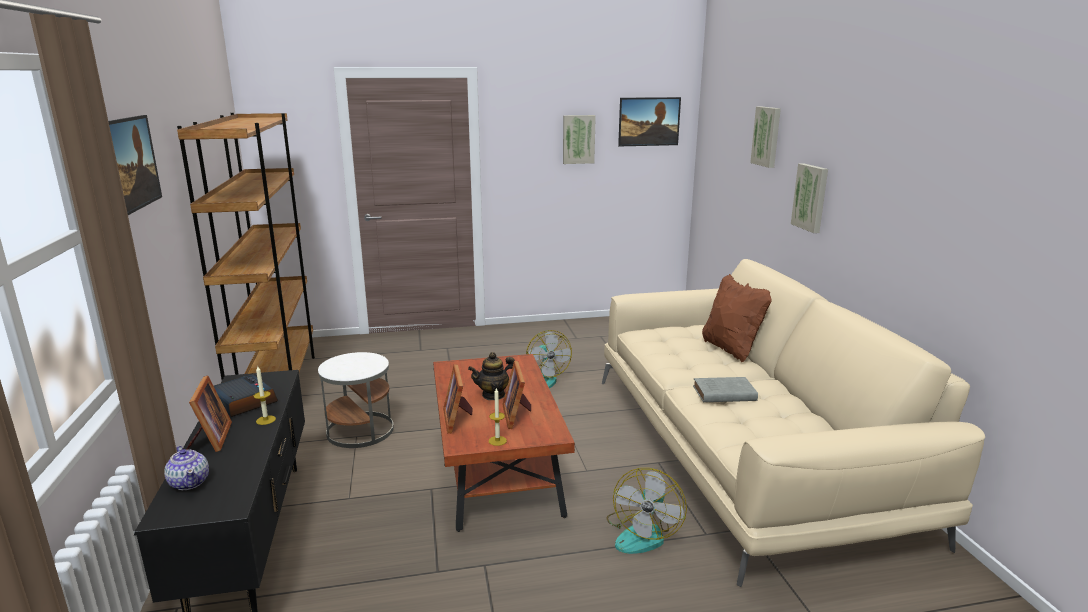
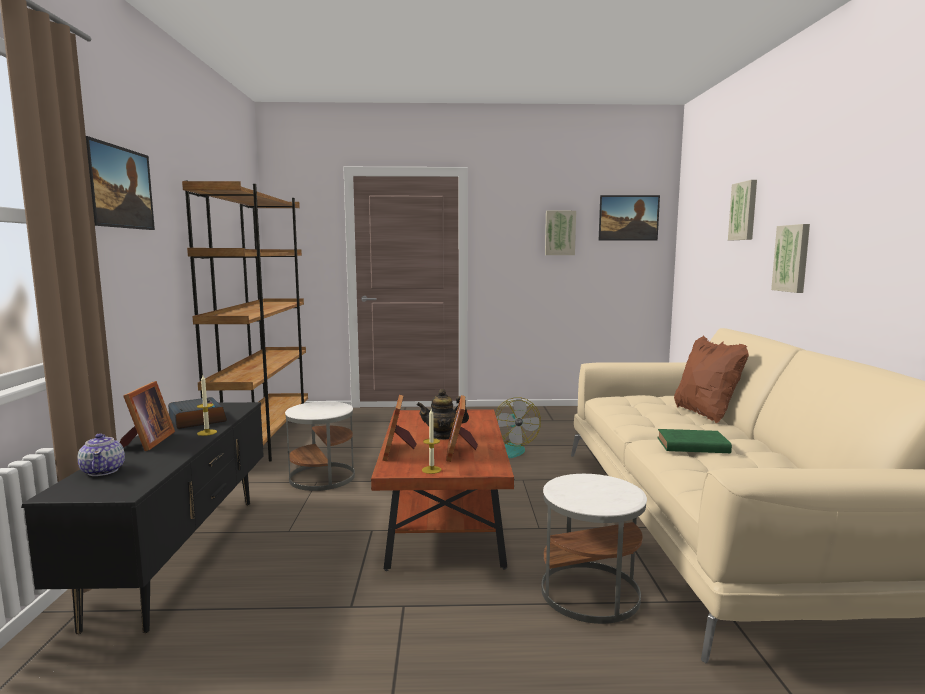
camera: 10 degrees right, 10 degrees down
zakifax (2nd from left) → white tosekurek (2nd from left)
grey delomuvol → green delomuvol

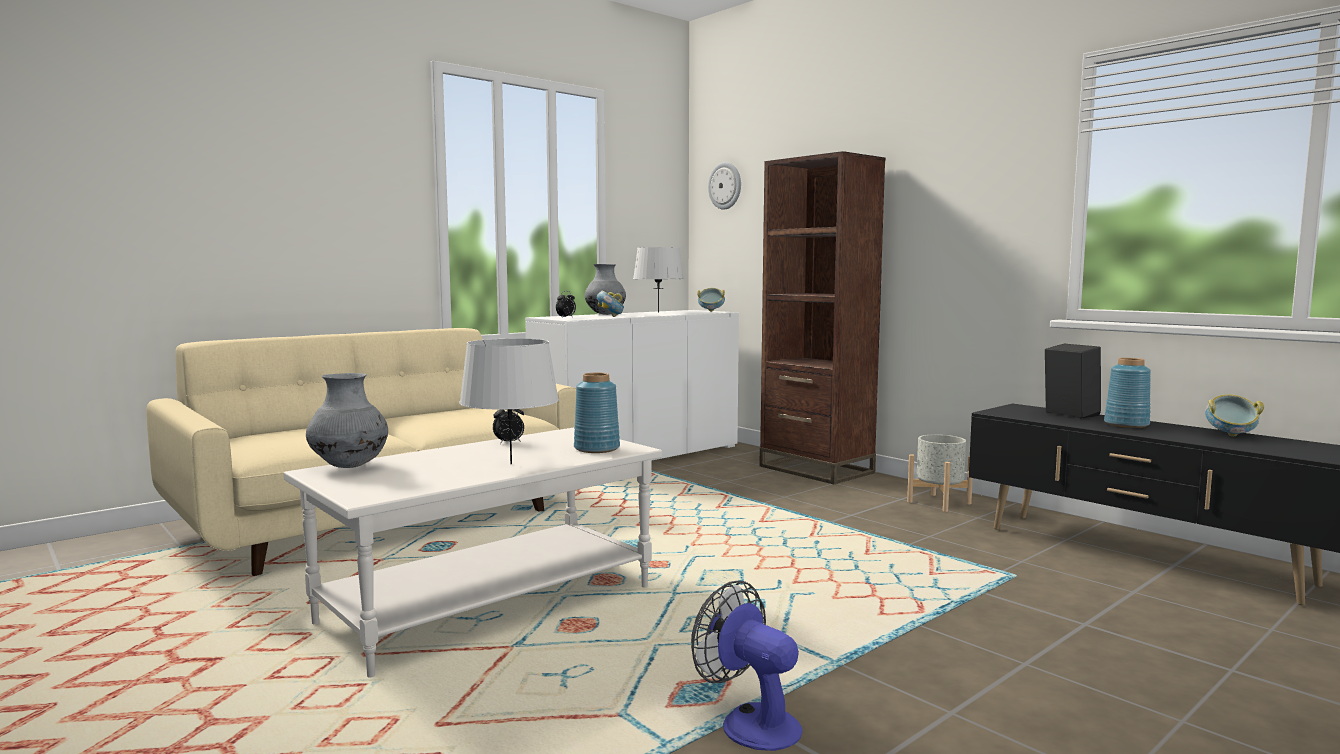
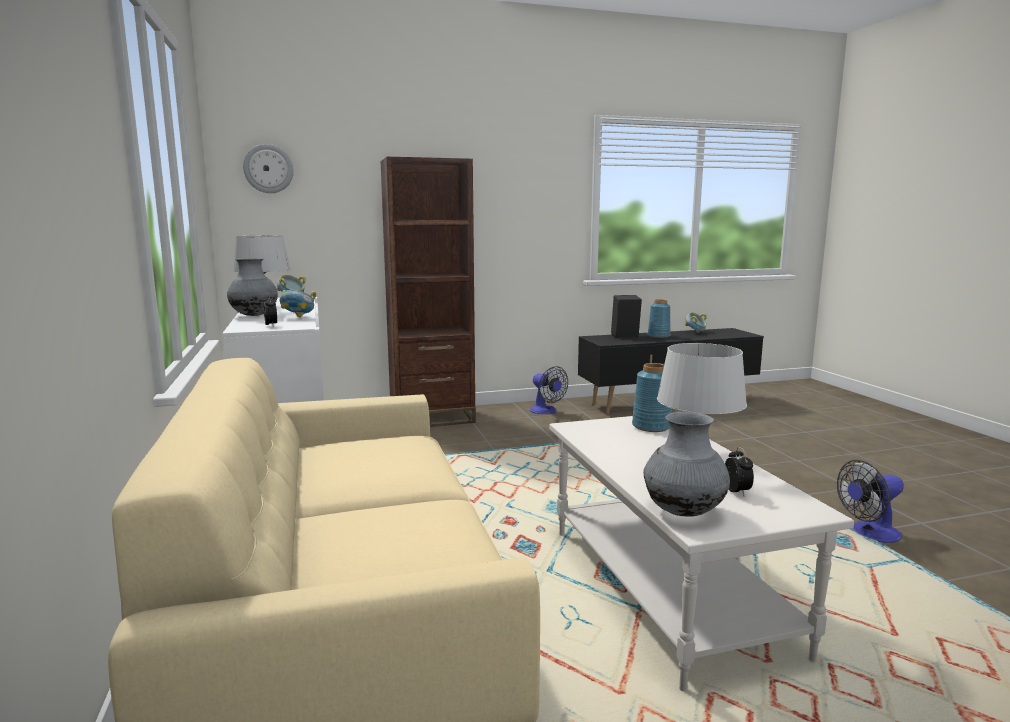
camera: 65 degrees left, 5 degrees up
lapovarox (1st from left in the first image) → lapovarox (2nd from left), move
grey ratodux → zakifax (1st from left)

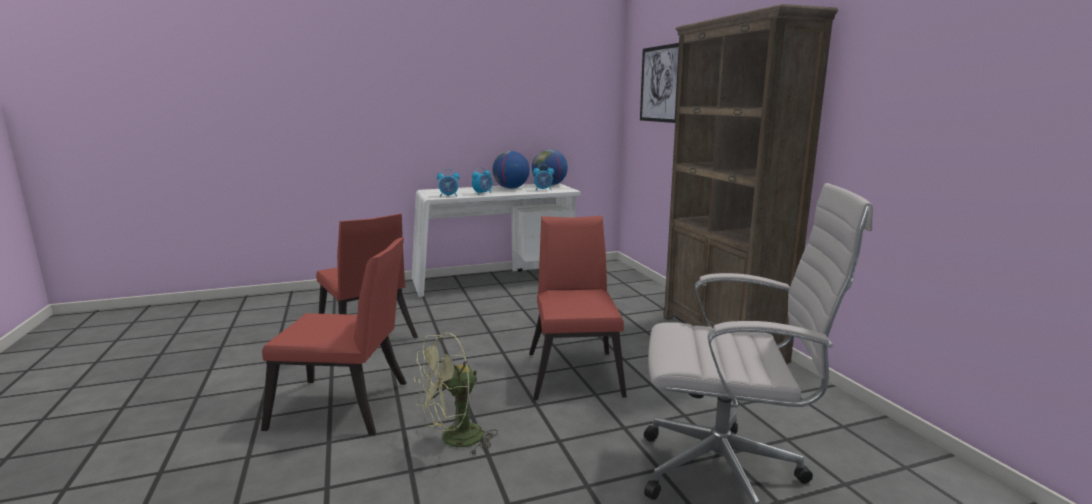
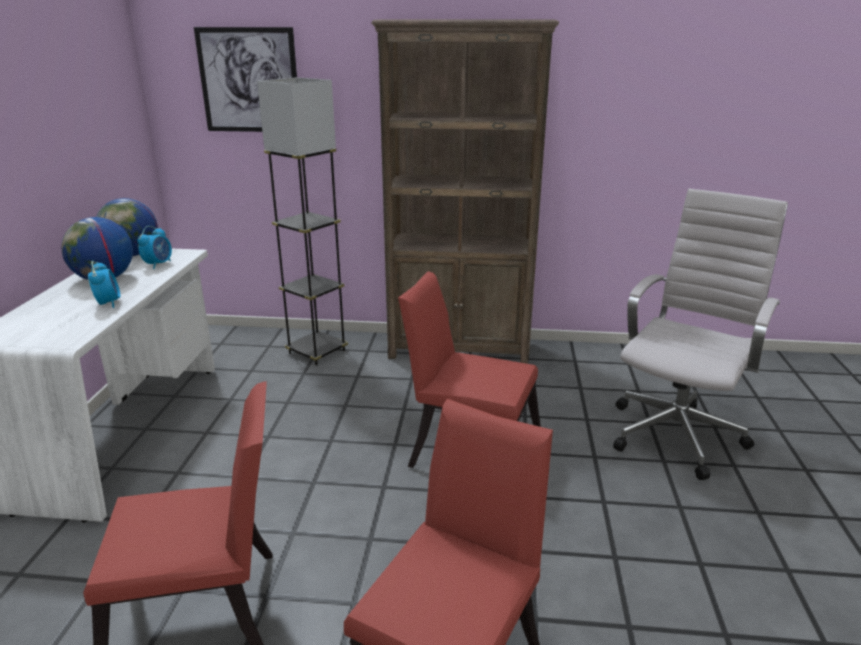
camera: 65 degrees left, 10 degrees up
green zakifax → -
lapovarox (1st from left) → -
- → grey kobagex

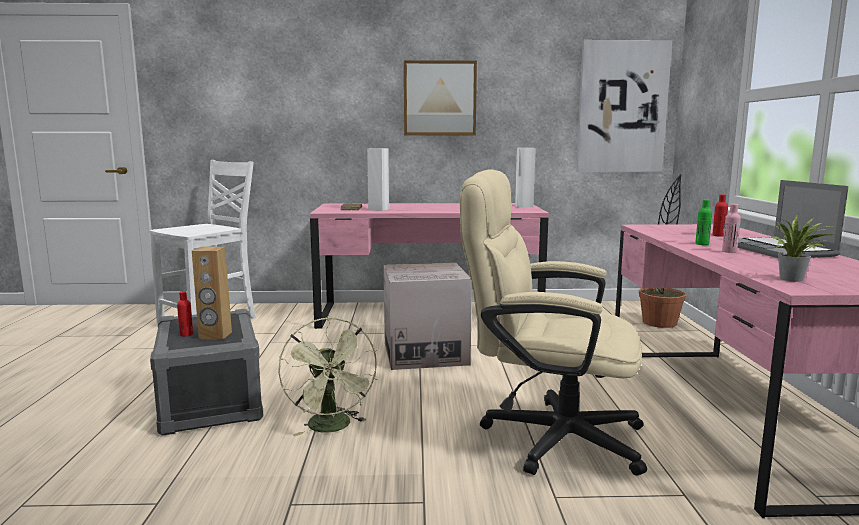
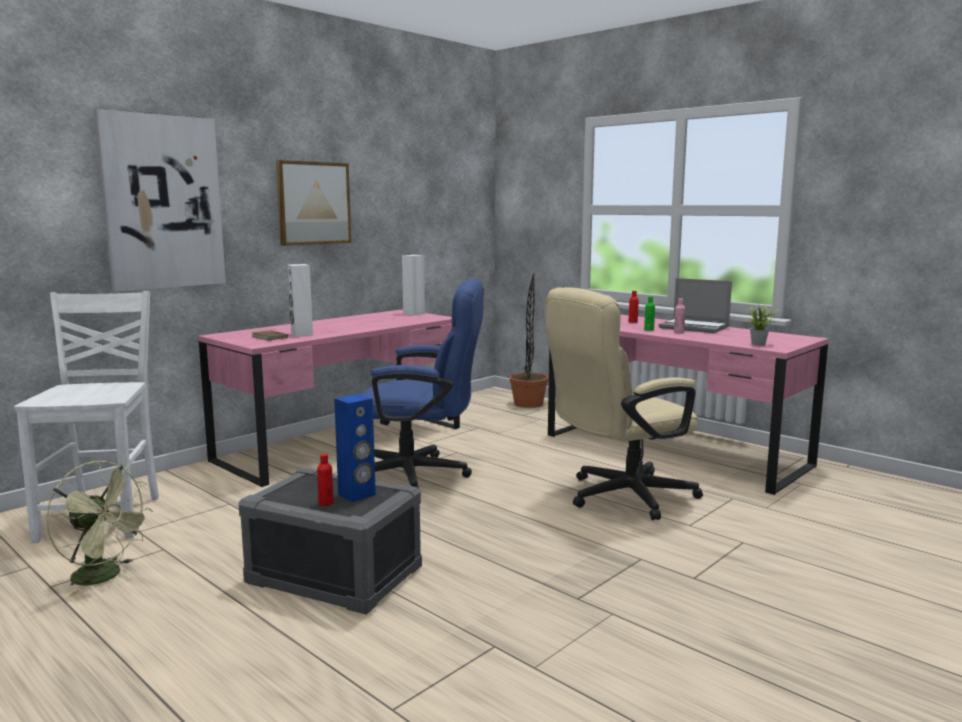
camera: 45 degrees left, 0 degrees up
green zakifax, move
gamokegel (2nd from left in the first image) → gamokegel (1st from left), move
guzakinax → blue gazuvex
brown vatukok → blue vatukok

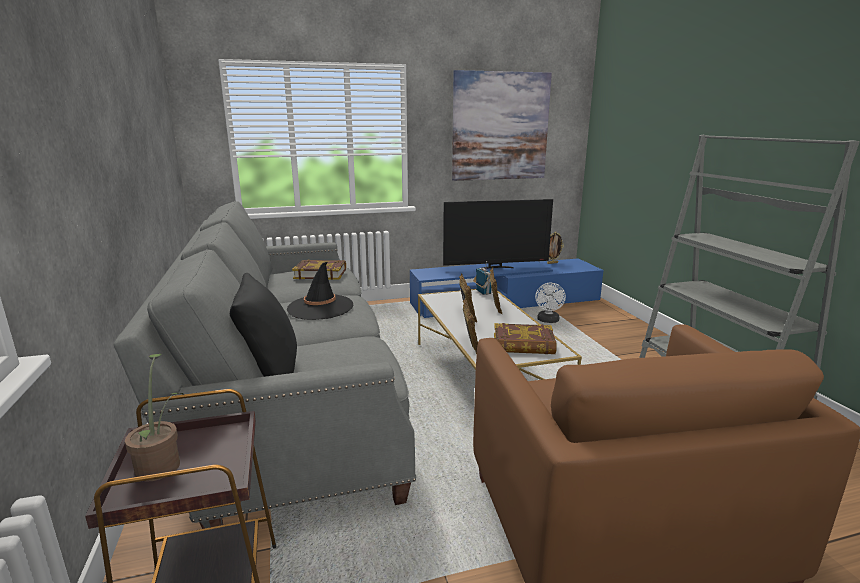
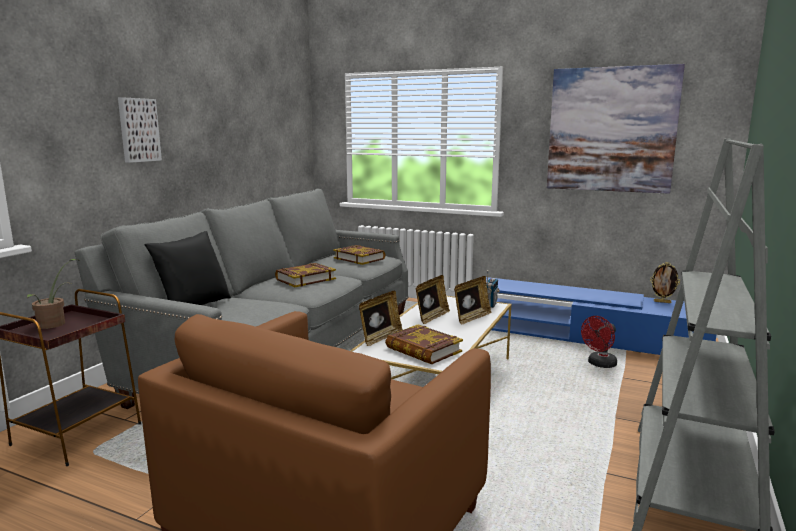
camera: 40 degrees right, 5 degrees down
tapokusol → -
- → gamokegel (1st from left)
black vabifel → delomuvol (1st from left)
white zakifax → red zakifax

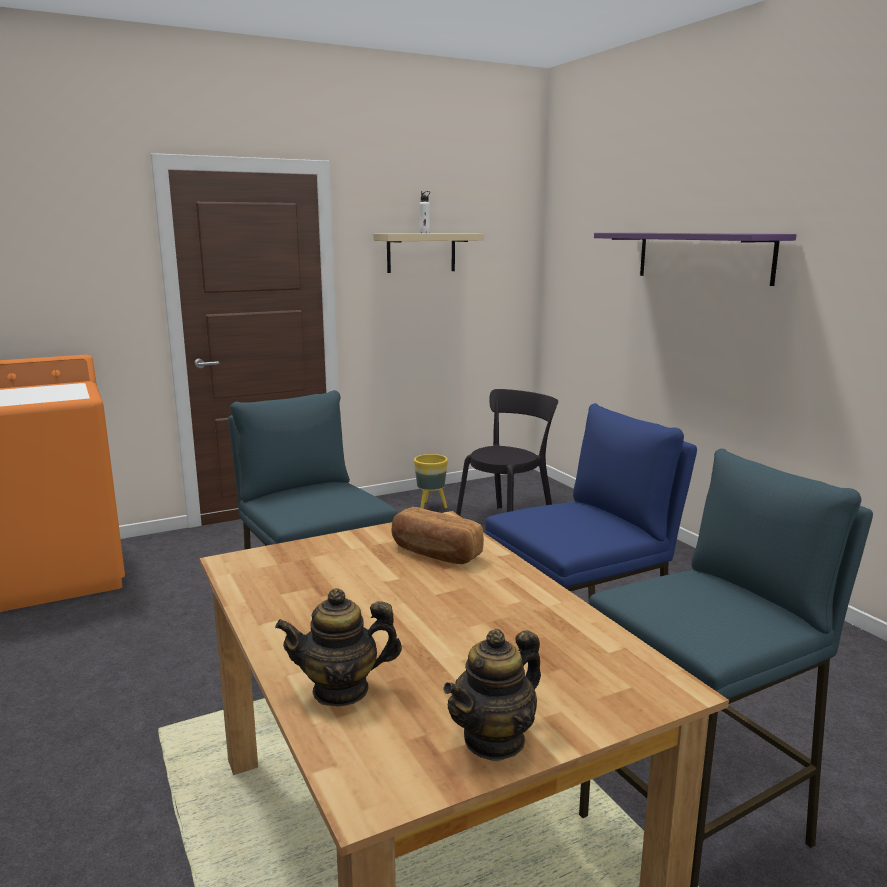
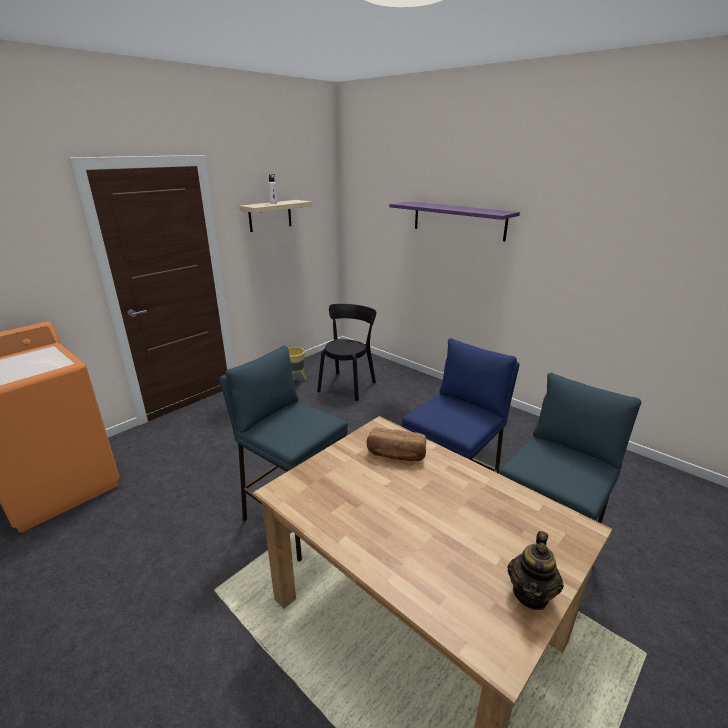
camera: 20 degrees left, 10 degrees up
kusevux (1st from left) → -

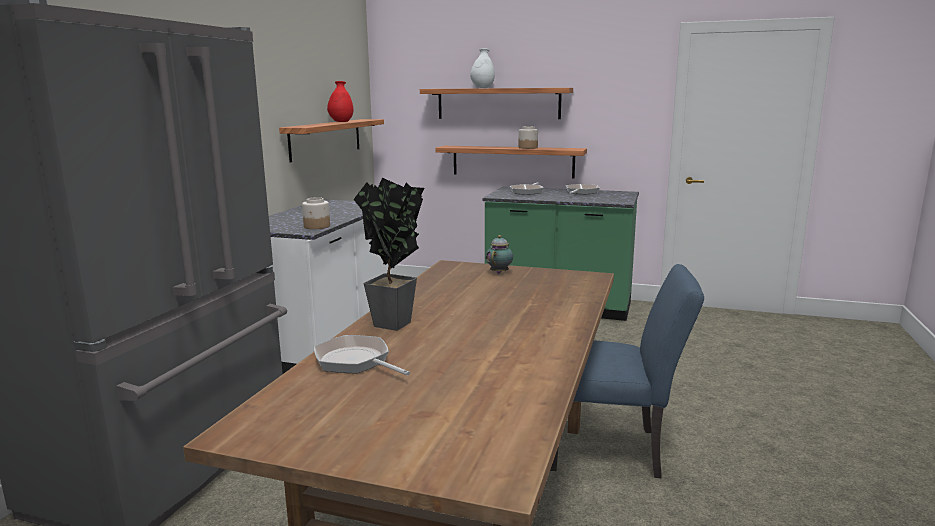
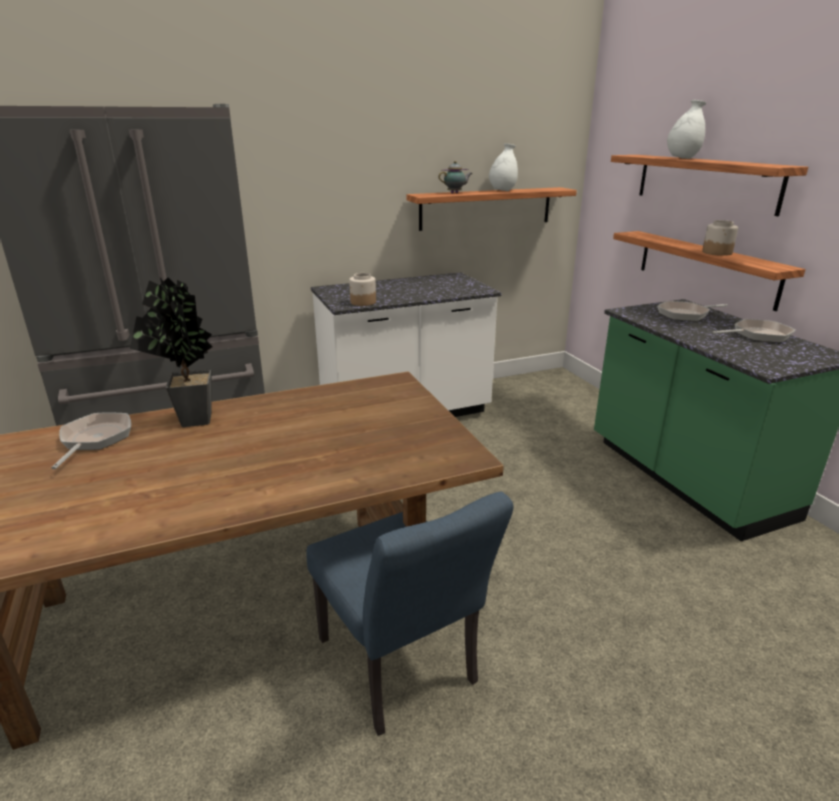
camera: 50 degrees right, 10 degrees up
kusevux, move
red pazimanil → white pazimanil (1st from left)

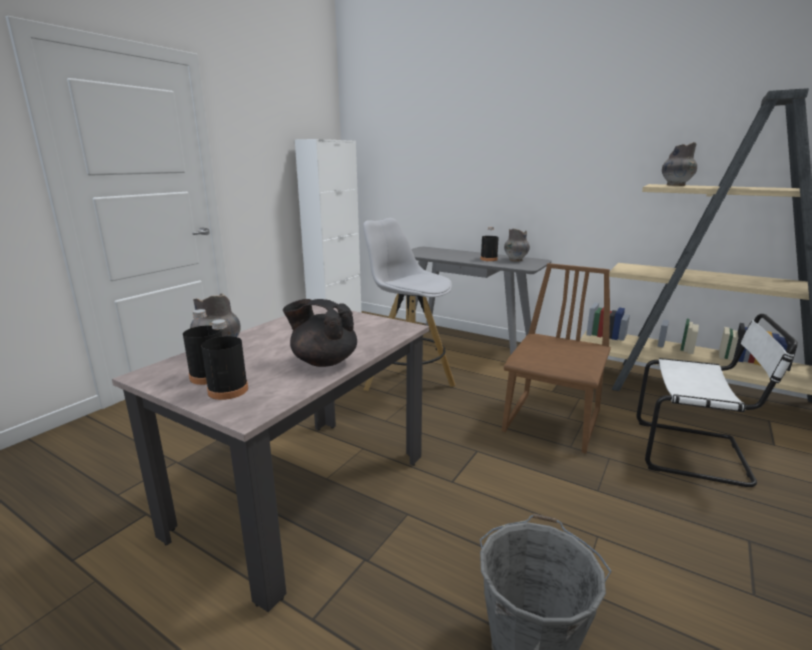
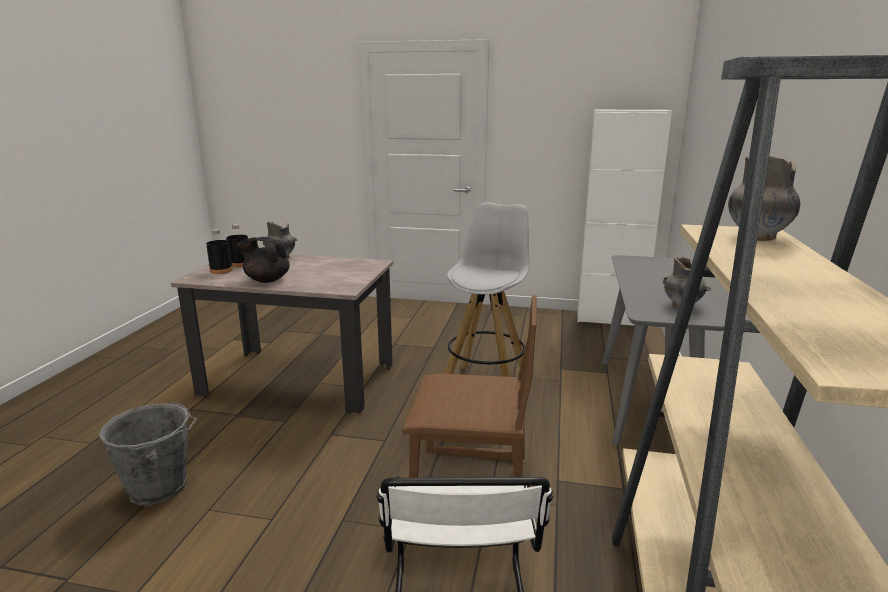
camera: 70 degrees right, 0 degrees up
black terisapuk (3rd from left) → -
black kusevux, 75 degrees counterclockwise

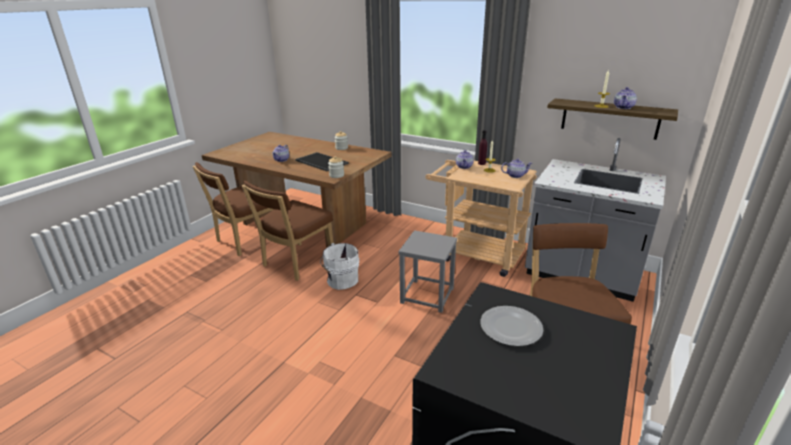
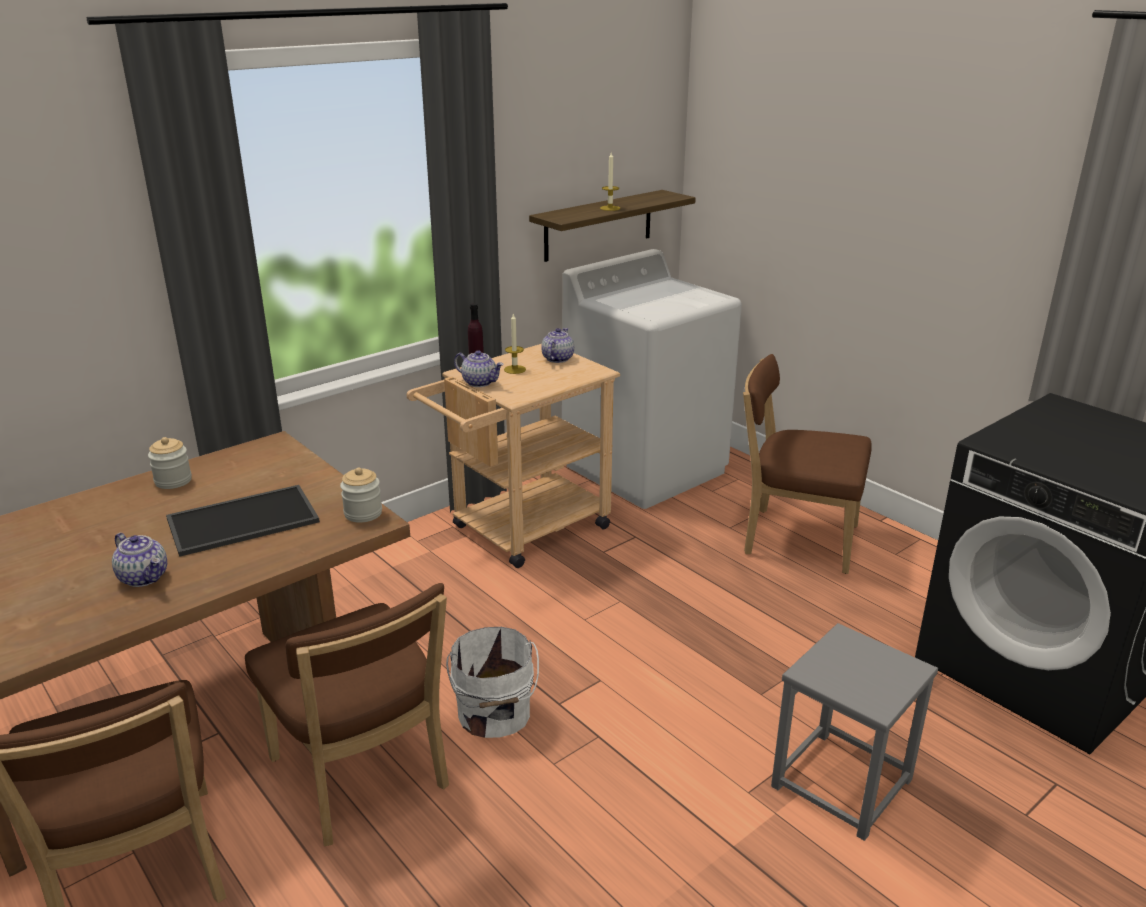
camera: 70 degrees left, 0 degrees up
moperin → -
kusevux (4th from left) → -
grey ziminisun, move
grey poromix → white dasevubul

